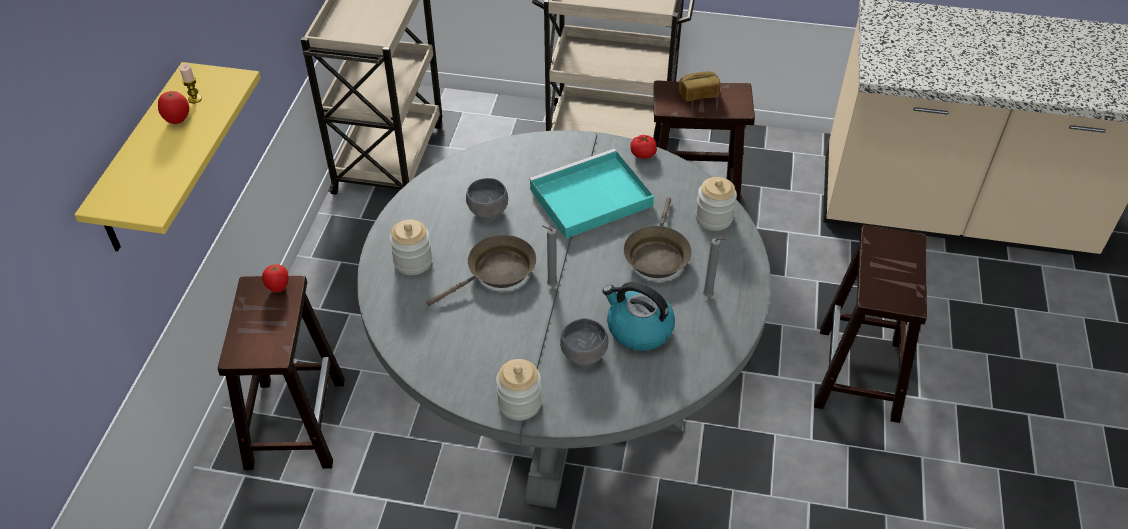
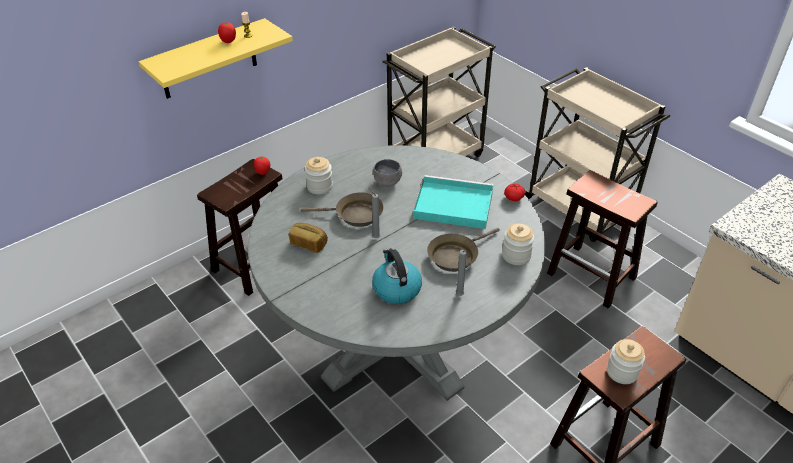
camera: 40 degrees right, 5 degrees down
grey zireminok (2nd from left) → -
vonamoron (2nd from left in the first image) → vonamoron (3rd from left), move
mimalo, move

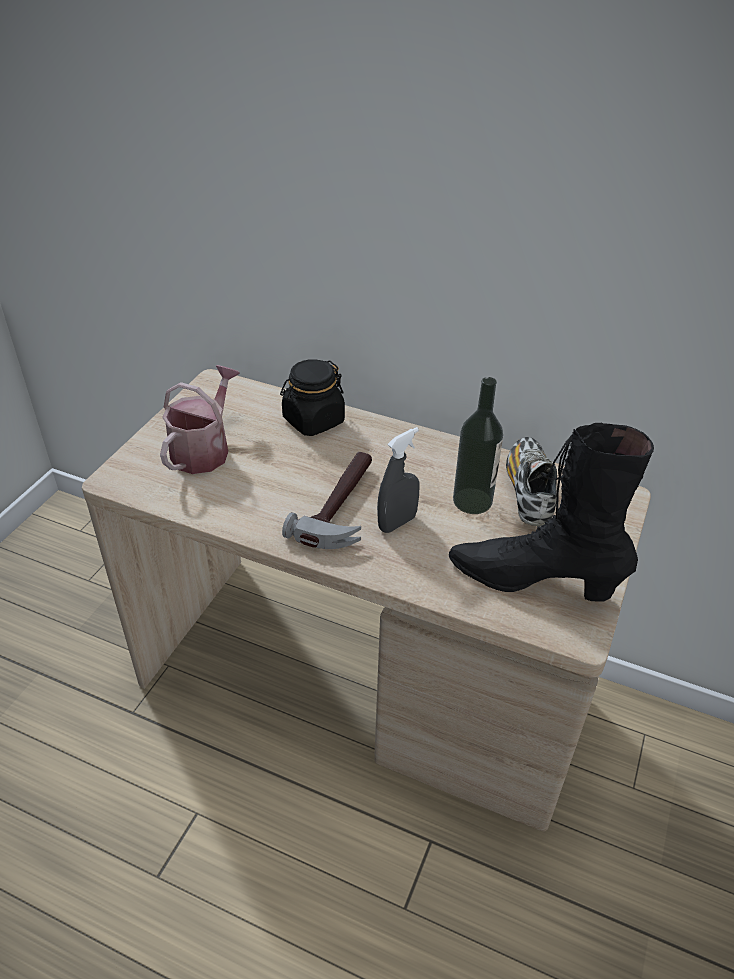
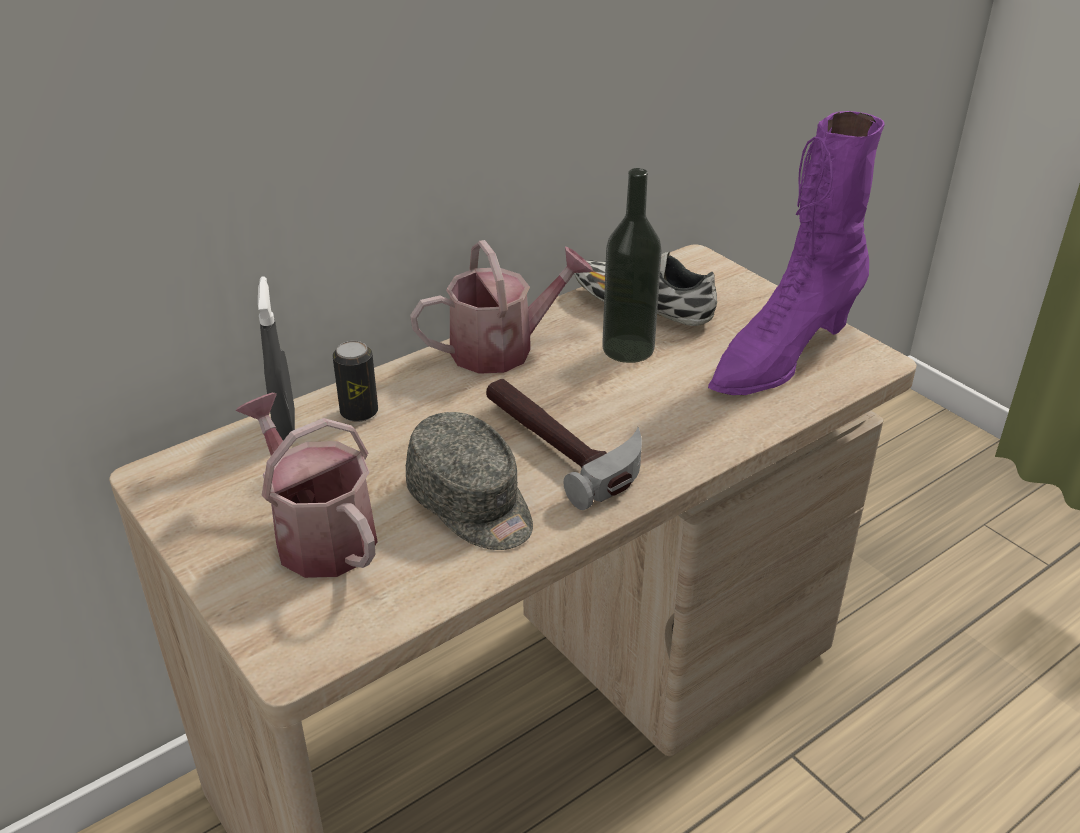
camera: 60 degrees left, 5 degrees down
- → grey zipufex
- → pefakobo (2nd from left)
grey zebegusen, move
black vonamoron → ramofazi
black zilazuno → purple zilazuno

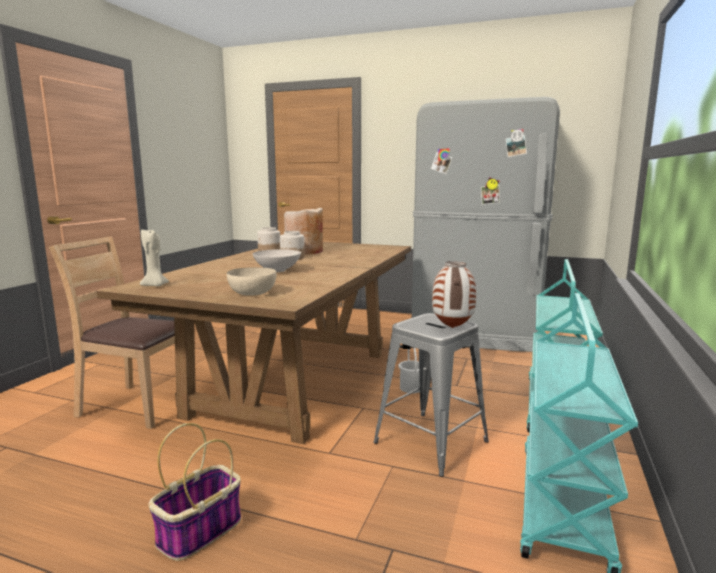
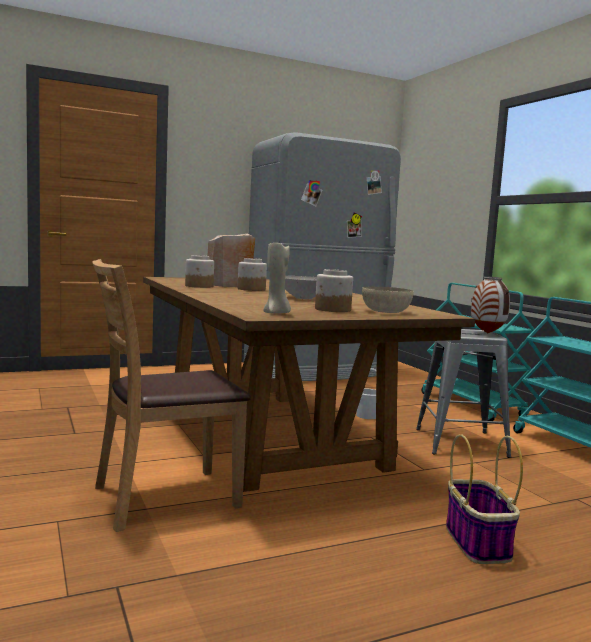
camera: 45 degrees left, 5 degrees down
- → vonamoron (3rd from left)

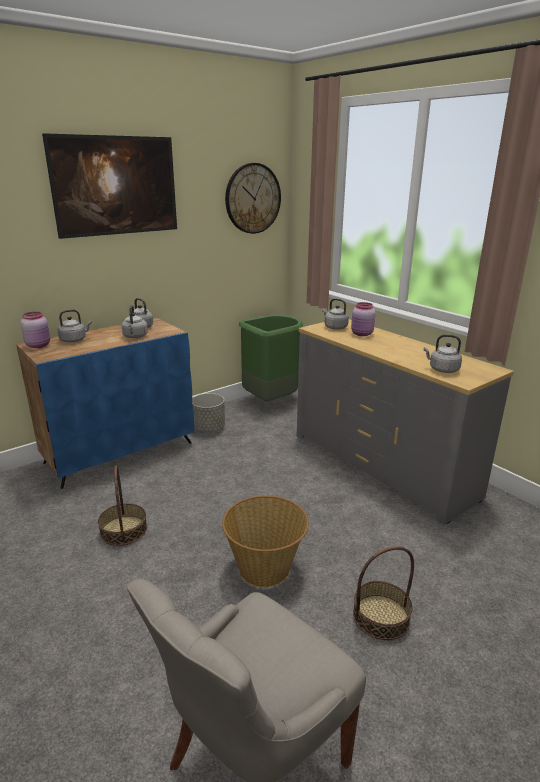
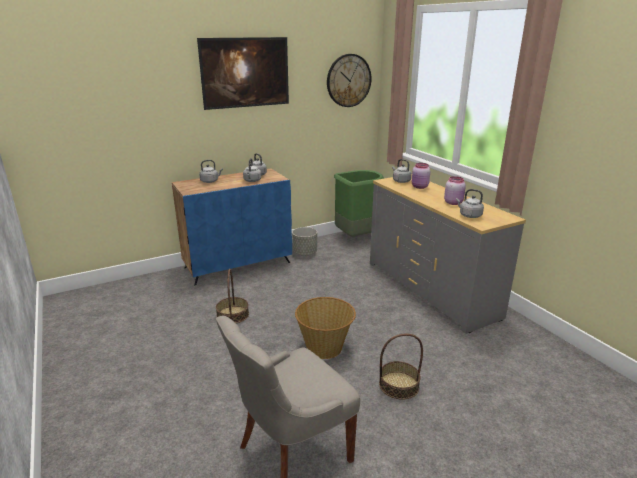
camera: 10 degrees right, 0 degrees up
pink vonamoron (1st from left in the first image) → pink vonamoron (2nd from left), move

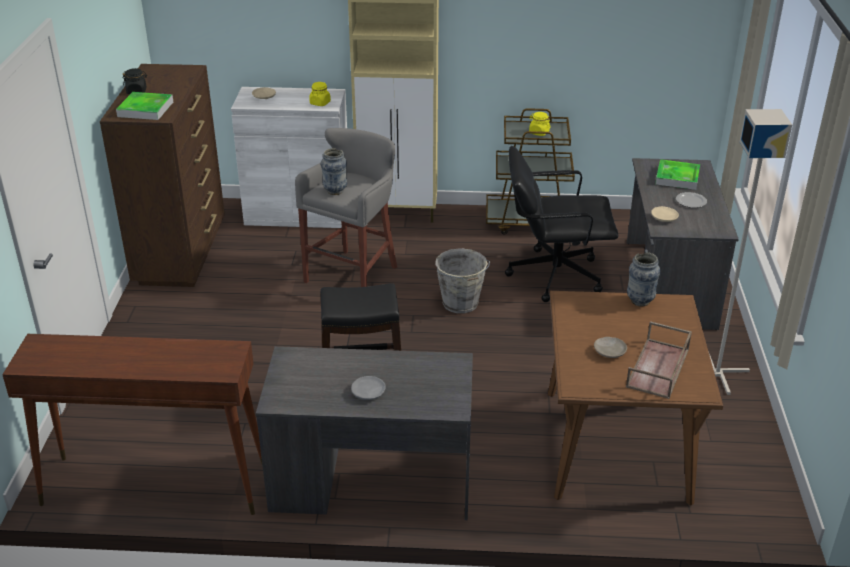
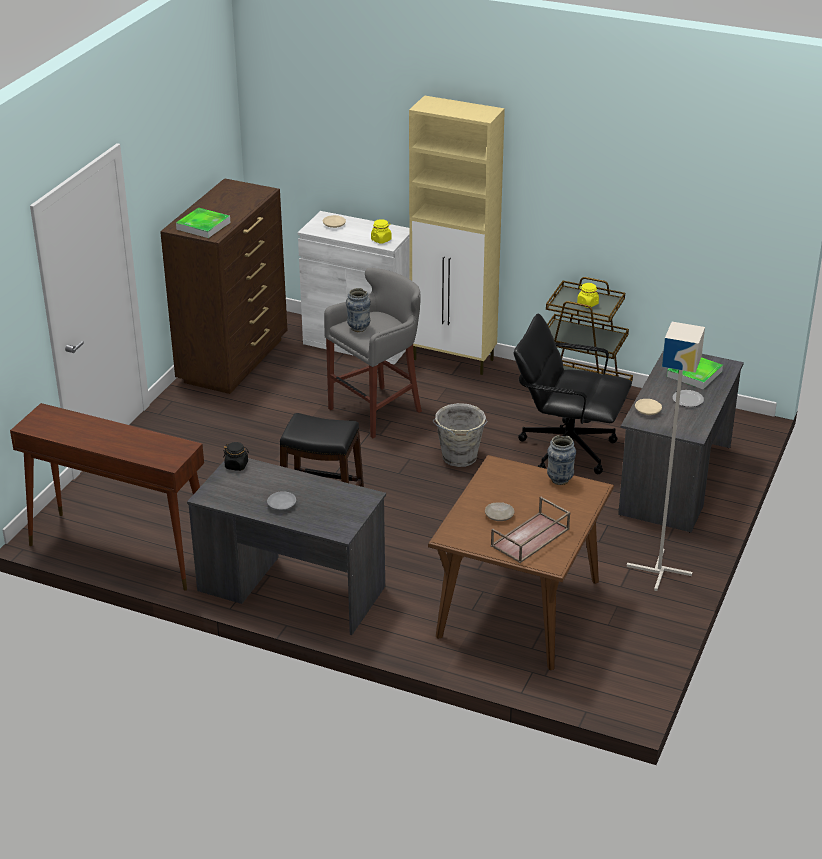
camera: 20 degrees right, 0 degrees up
black vonamoron, move

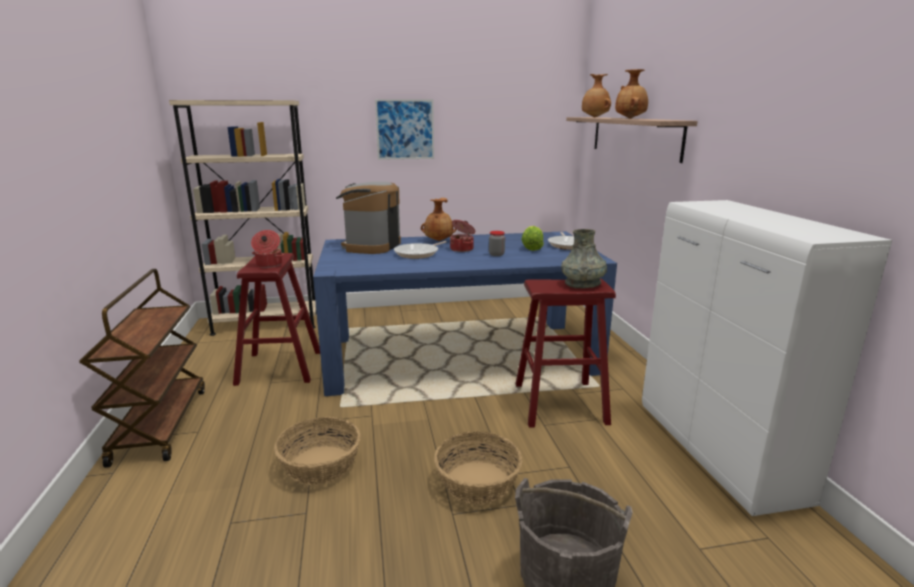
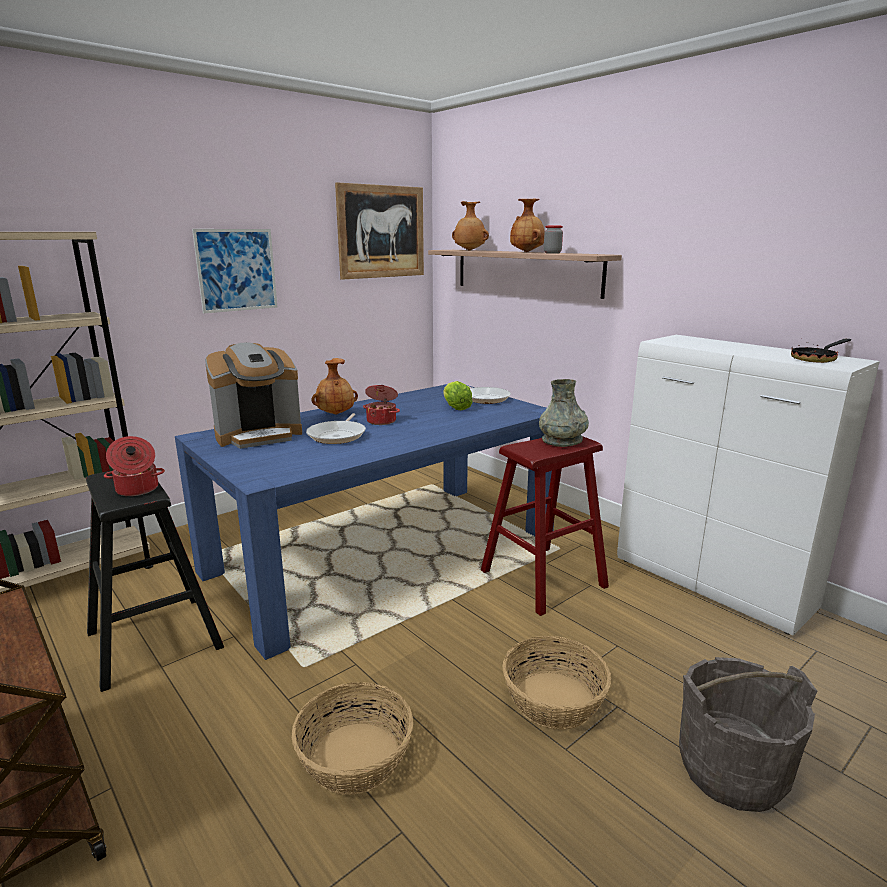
camera: 30 degrees left, 0 degrees up
- → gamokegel (2nd from left)
- → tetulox (3rd from left)
vonamoron, move
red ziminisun (1st from left) → black ziminisun
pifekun, 105 degrees counterclockwise

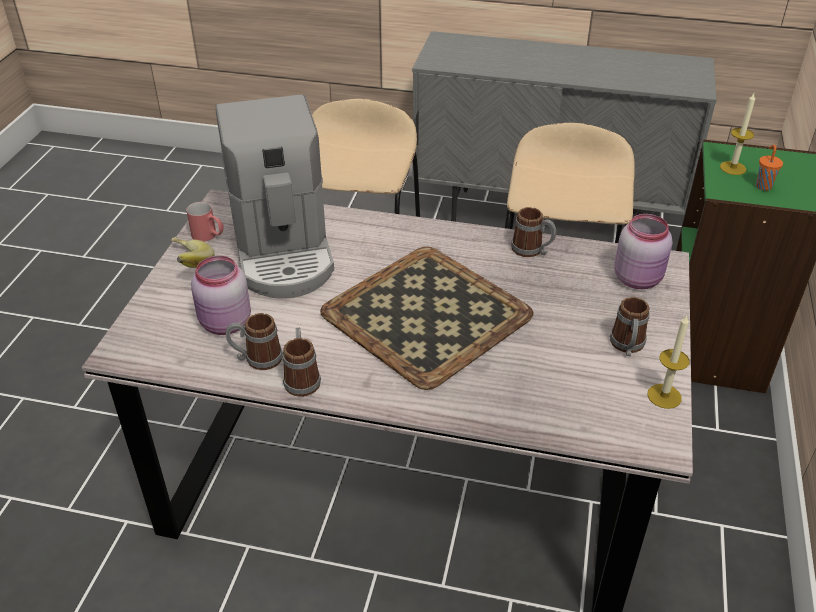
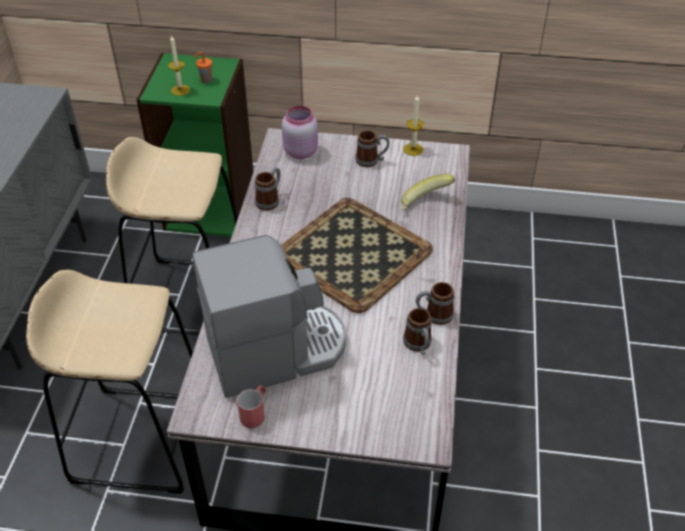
camera: 95 degrees left, 5 degrees up
pink vonamoron (1st from left) → -
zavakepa, move

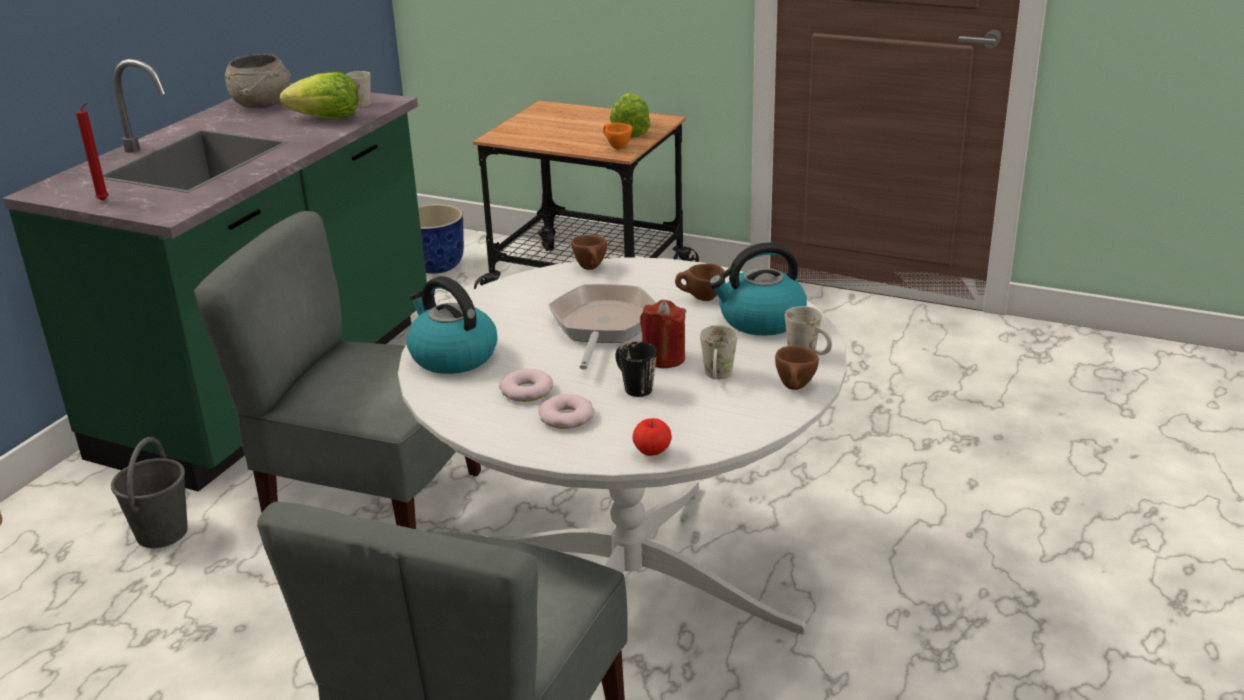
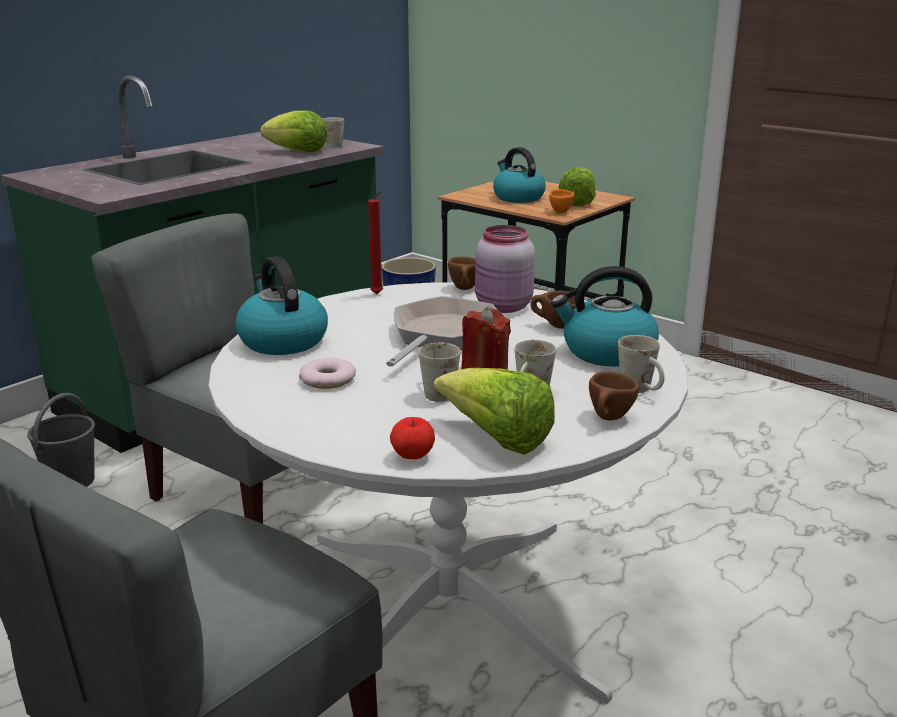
camera: 15 degrees right, 5 degrees down
grey zireminok → -
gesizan (2nd from left) → -
- → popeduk (2nd from left)
- → pink vonamoron
- → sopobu (2nd from left)
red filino (1st from left), move
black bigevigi → white bigevigi (2nd from left)

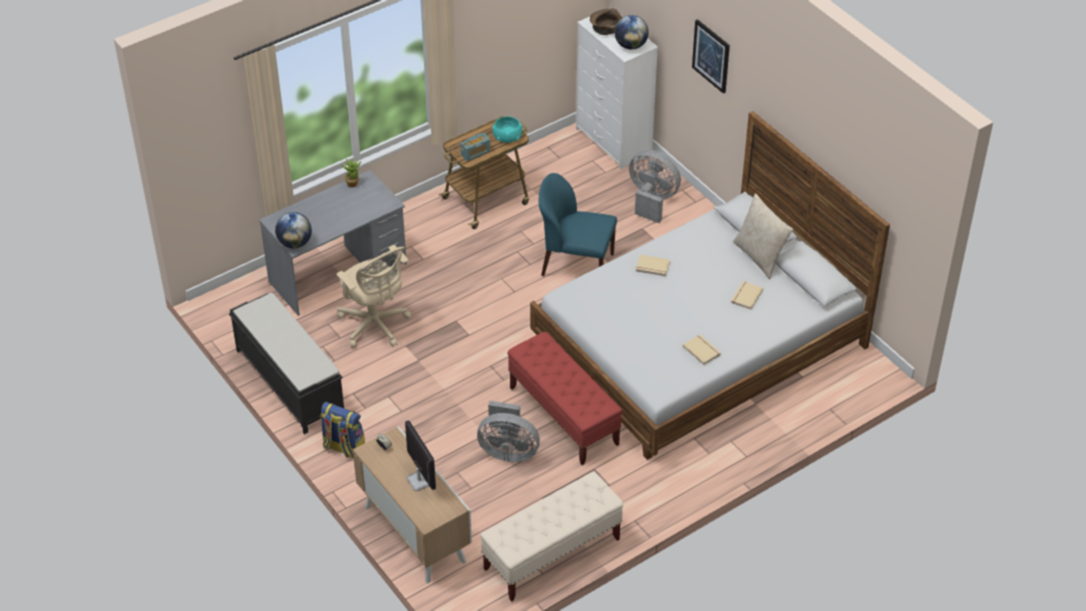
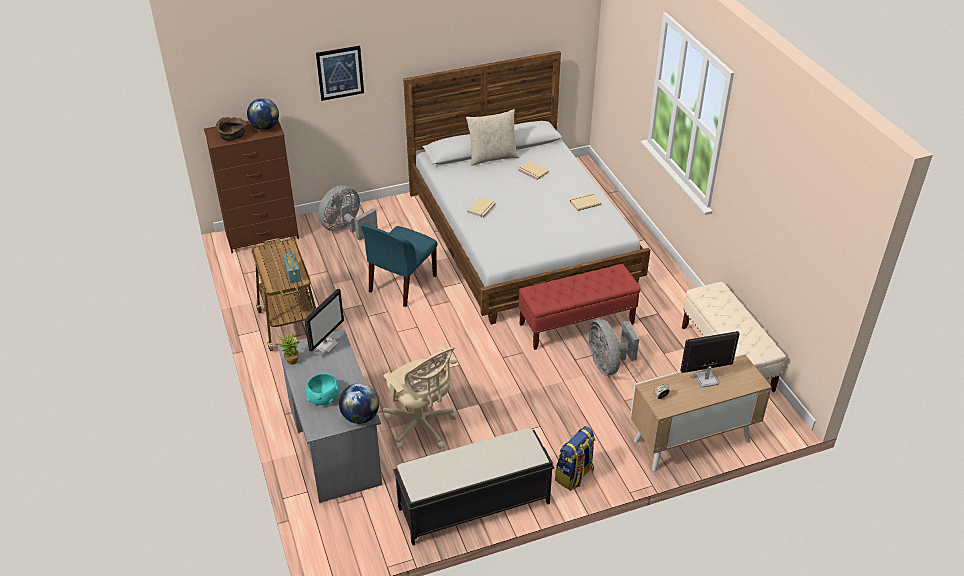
camera: 75 degrees left, 5 degrees down
- → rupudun (1st from left)
turquoise zireminok, move
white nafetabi → brown nafetabi
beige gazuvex, 75 degrees clockwise
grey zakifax (1st from left in the first image) → grey zakifax (2nd from left), 135 degrees clockwise

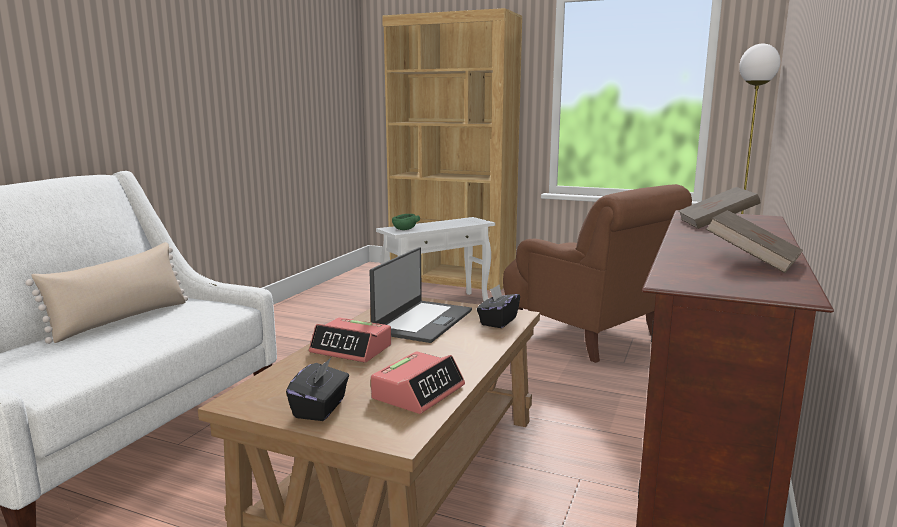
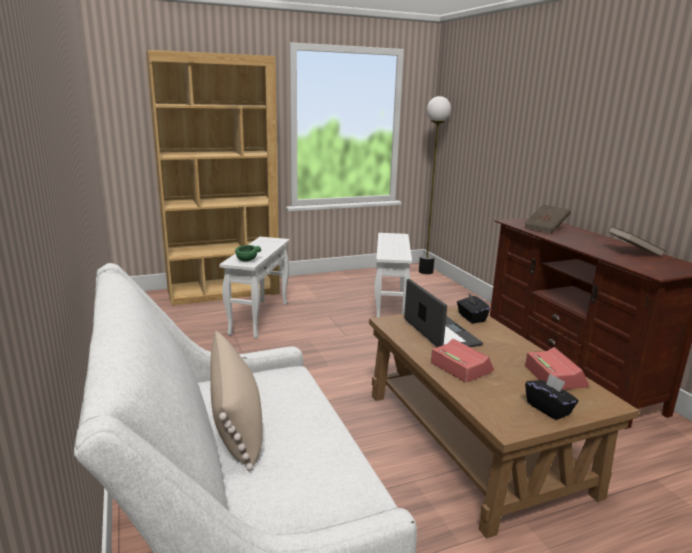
camera: 45 degrees left, 5 degrees up
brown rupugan → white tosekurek (2nd from left)
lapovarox (1st from left), 105 degrees counterclockwise

